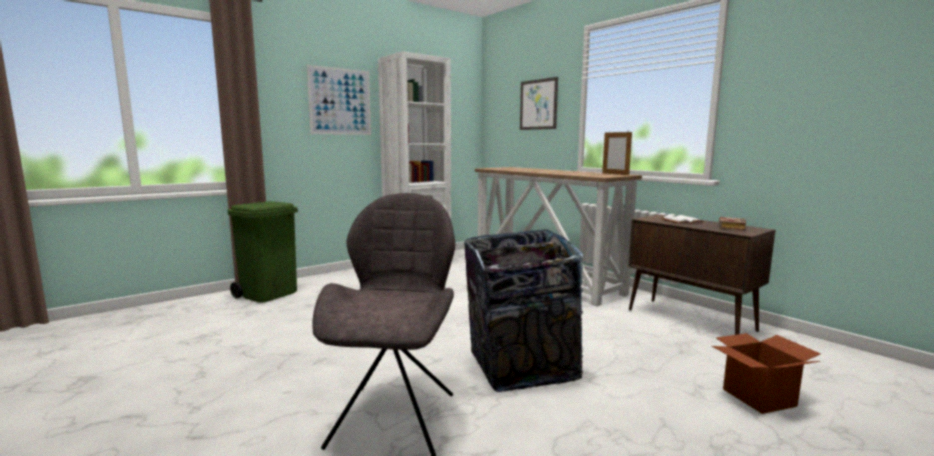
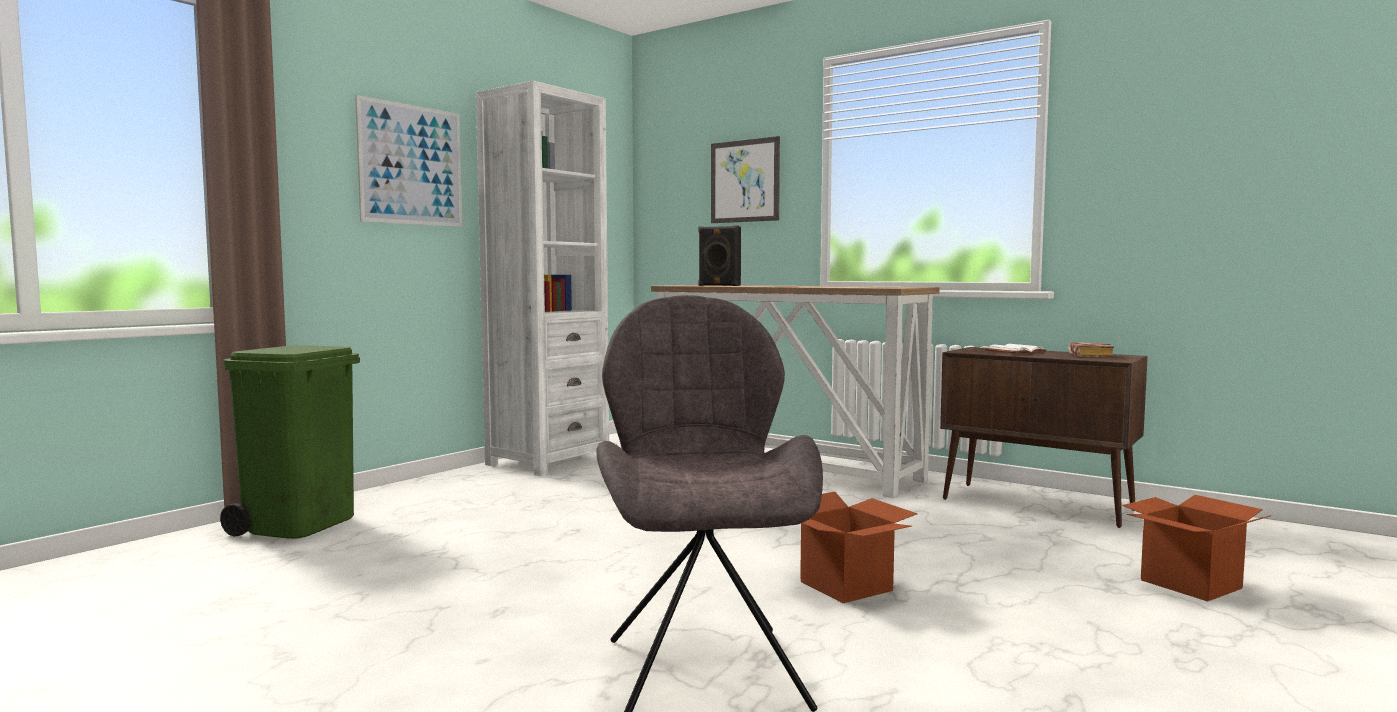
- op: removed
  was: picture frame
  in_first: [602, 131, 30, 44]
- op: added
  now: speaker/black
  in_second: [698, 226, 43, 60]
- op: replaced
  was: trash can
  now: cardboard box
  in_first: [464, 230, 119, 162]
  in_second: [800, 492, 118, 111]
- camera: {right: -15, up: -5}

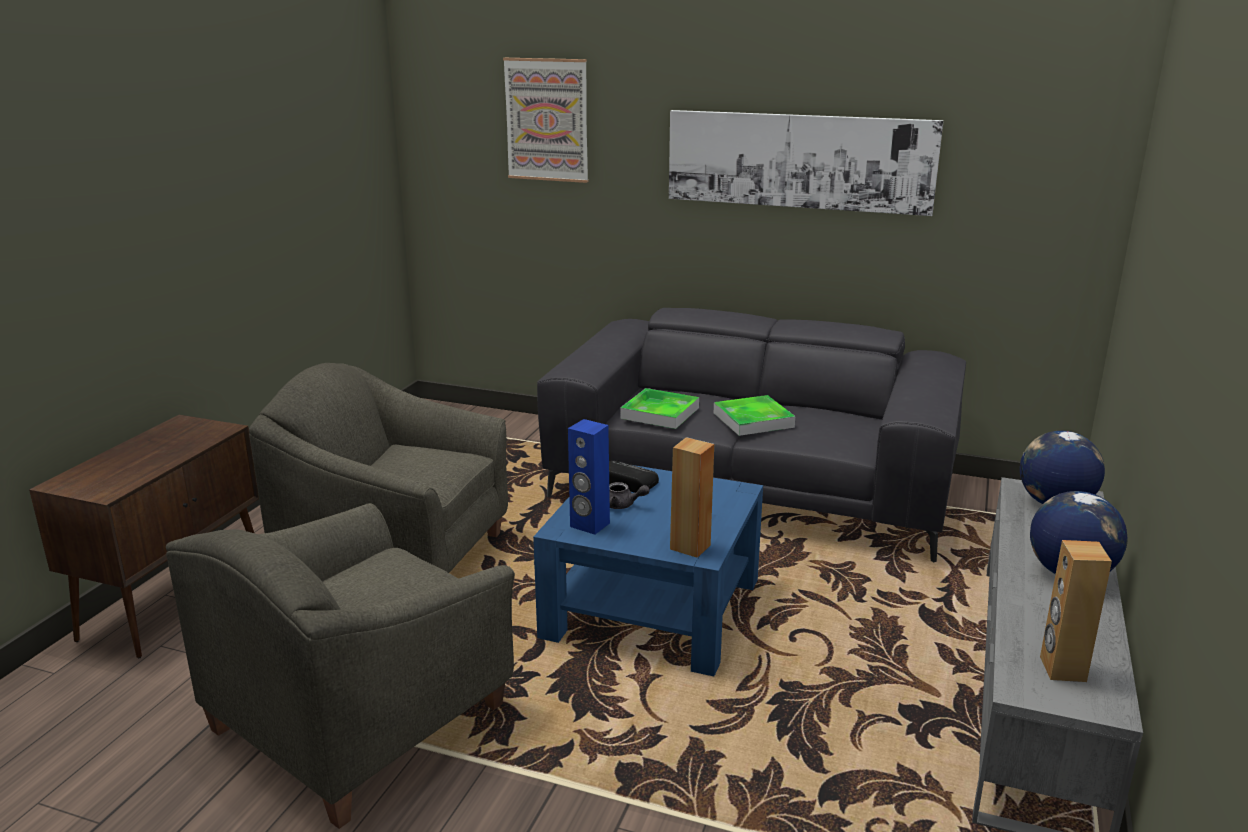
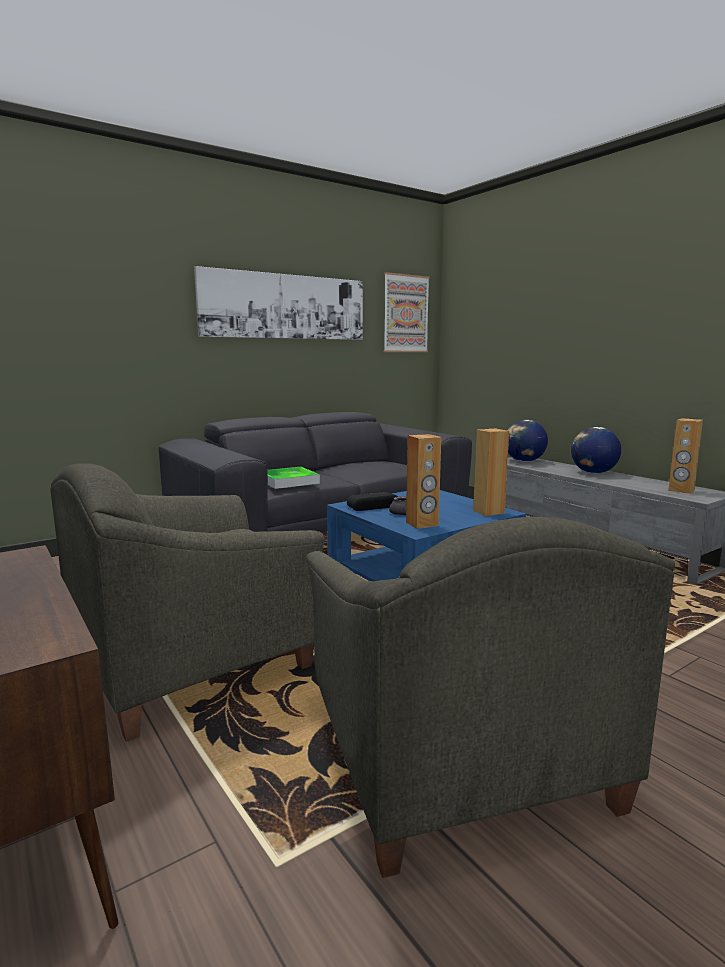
- op: removed
  was: tray
  in_first: [714, 395, 81, 41]
- op: moved
  was: picture
  in_first: [503, 58, 85, 125]
  in_second: [384, 272, 46, 80]
- op: recoloured
  was: speaker/blue
  now: speaker/brown
  in_first: [568, 419, 42, 116]
  in_second: [406, 434, 35, 95]
- camera: {right: -55, up: -10}

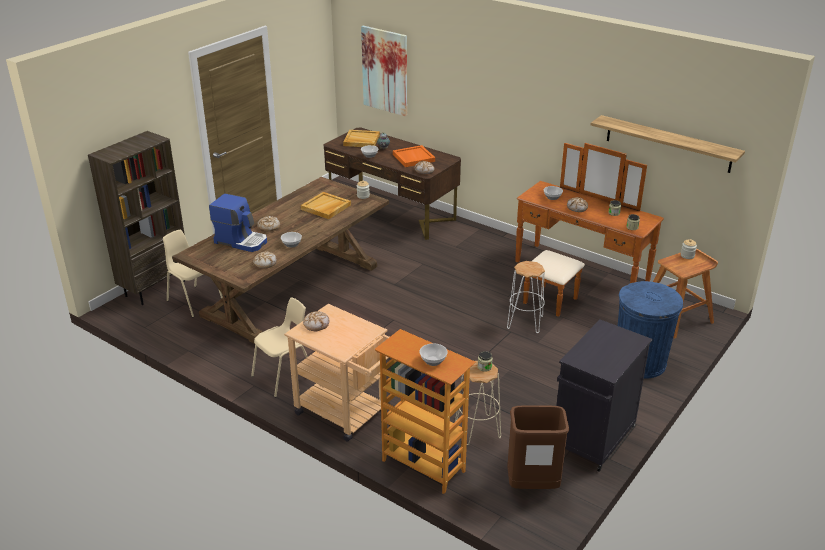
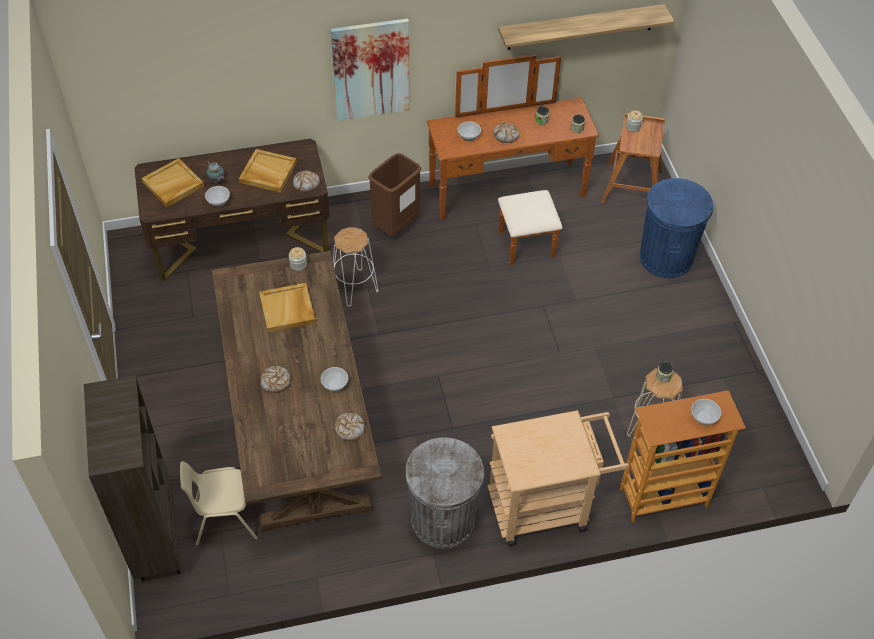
- op: removed
  was: coffee machine
  in_first: [209, 193, 58, 59]
- op: removed
  was: bread
  in_first: [303, 311, 26, 21]
- op: removed
  was: cabinet/black
  in_first: [556, 320, 96, 152]
- op: moved
  was: picture
  in_first: [361, 26, 46, 90]
  in_second: [331, 18, 79, 103]
- op: moved
  was: stool/white
  in_first: [507, 261, 38, 72]
  in_second: [333, 227, 45, 80]
- op: moved
  was: trash can/brown
  in_first: [507, 406, 62, 83]
  in_second: [368, 153, 53, 83]
- op: replaced
  was: chair/beige
  now: trash can/grey
  in_first: [251, 297, 57, 100]
  in_second: [406, 437, 78, 111]
- op: recoloured
  was: tray/orange
  now: tray/beige
  in_first: [393, 145, 42, 22]
  in_second: [239, 149, 58, 44]
- camera: {right: -50, up: 20}

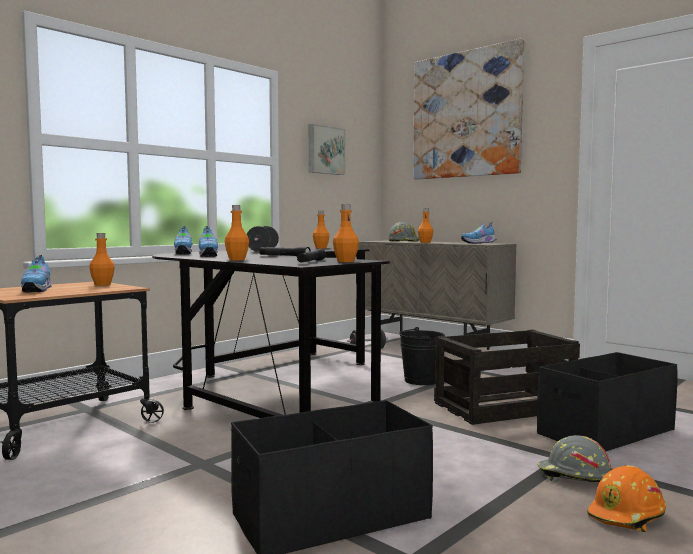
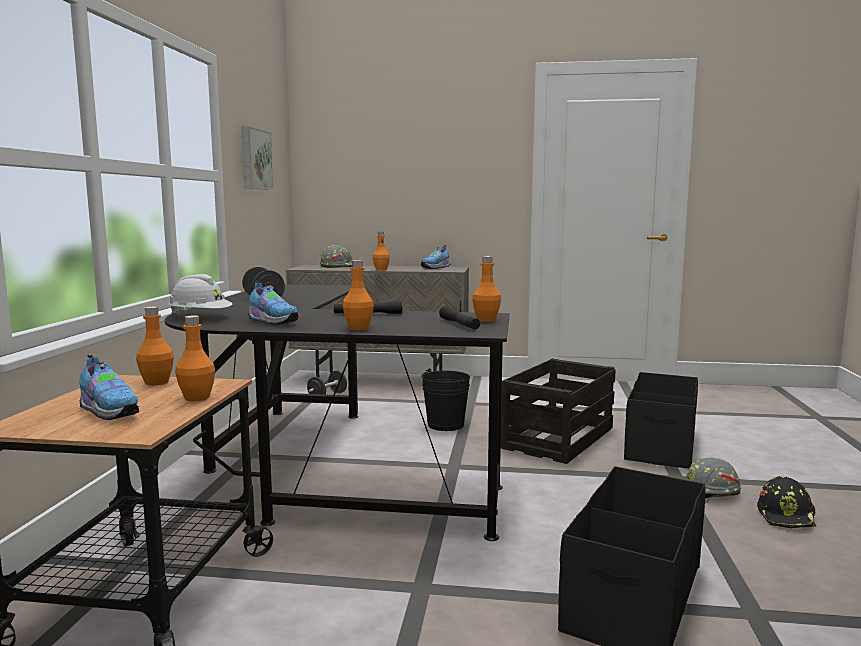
- op: removed
  was: picture
  in_first: [413, 38, 112, 142]
- op: moved
  was: bottle/orange
  in_first: [313, 211, 17, 38]
  in_second: [175, 315, 40, 87]
- op: replaced
  was: shoe
  now: hard hat/white
  in_first: [174, 226, 18, 28]
  in_second: [169, 274, 63, 42]
- op: recoloured
  was: hard hat/orange
  now: hard hat/black
  in_first: [587, 465, 79, 67]
  in_second: [757, 476, 59, 52]
- camera: {right: -35, up: 5}

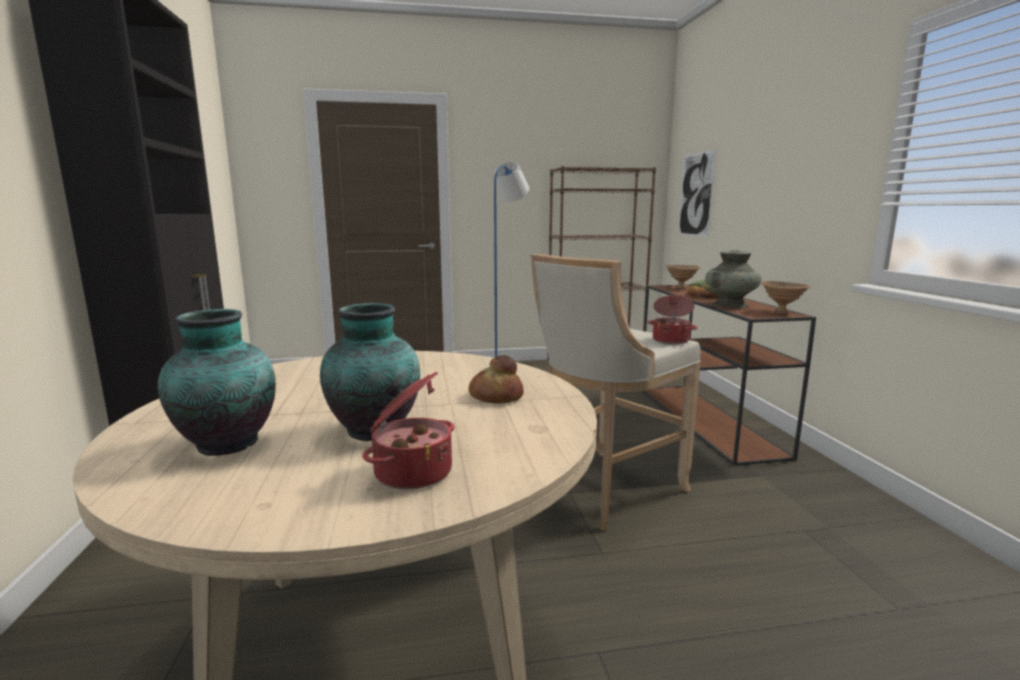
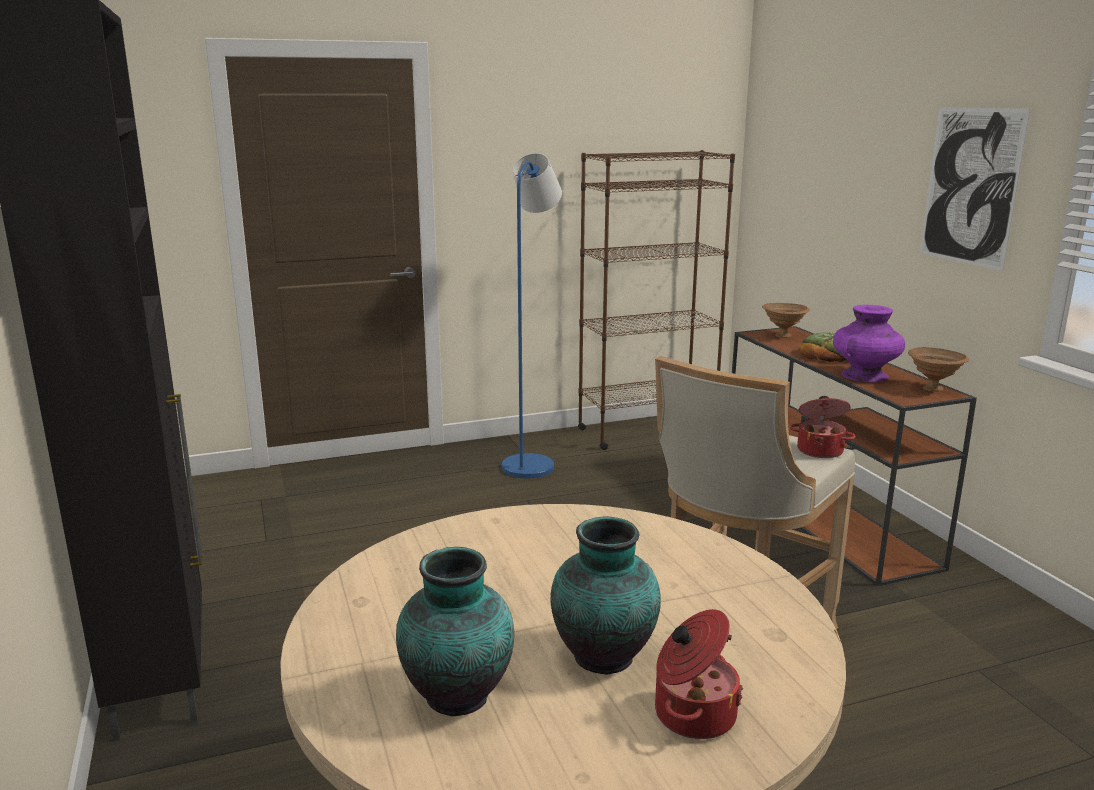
- op: removed
  was: bread
  in_first: [469, 355, 55, 49]
- op: moved
  was: picture
  in_first: [678, 149, 38, 88]
  in_second: [920, 107, 110, 164]
- op: recoloured
  was: vase/turquoise
  now: vase/purple
  in_first: [705, 250, 57, 58]
  in_second: [833, 305, 72, 77]
- camera: {right: -10, up: 5}

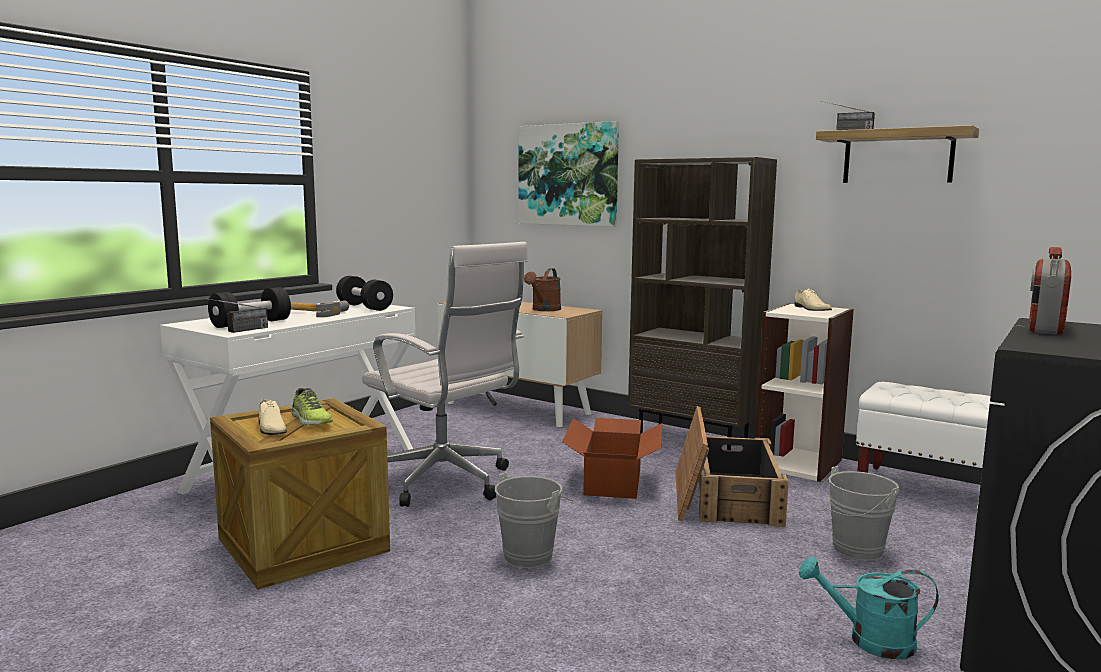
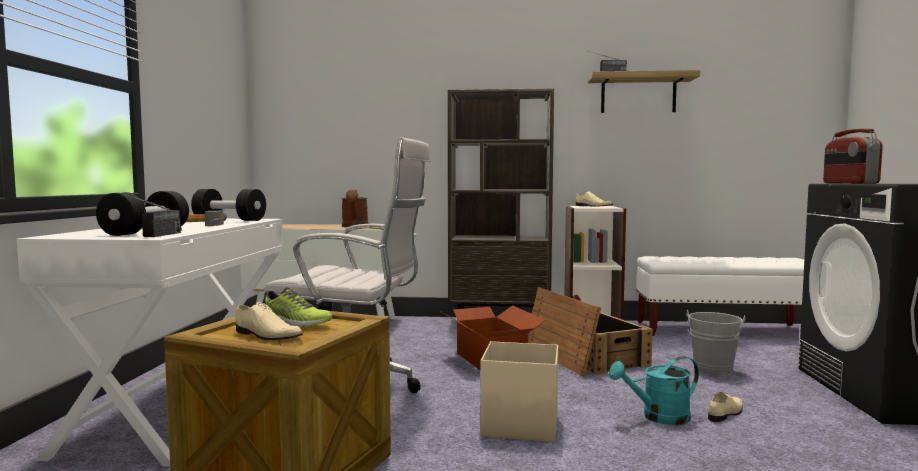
- op: removed
  was: picture
  in_first: [519, 121, 100, 106]
- op: added
  now: shoe/beige
  in_second: [708, 392, 35, 30]
- op: moved
  was: watering can/turquoise
  in_first: [799, 556, 140, 103]
  in_second: [609, 356, 90, 69]
- op: replaced
  was: bucket/grey
  now: storage box/beige
  in_first: [495, 472, 77, 96]
  in_second: [480, 341, 78, 101]
- camera: {right: -30, up: -5}

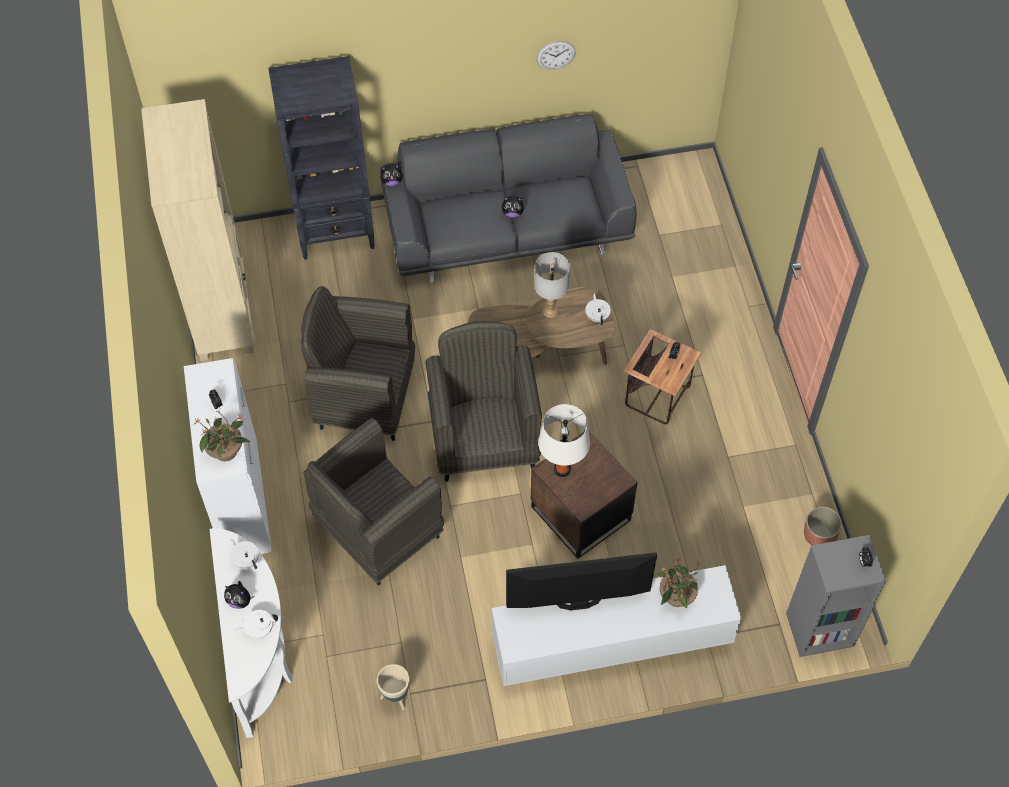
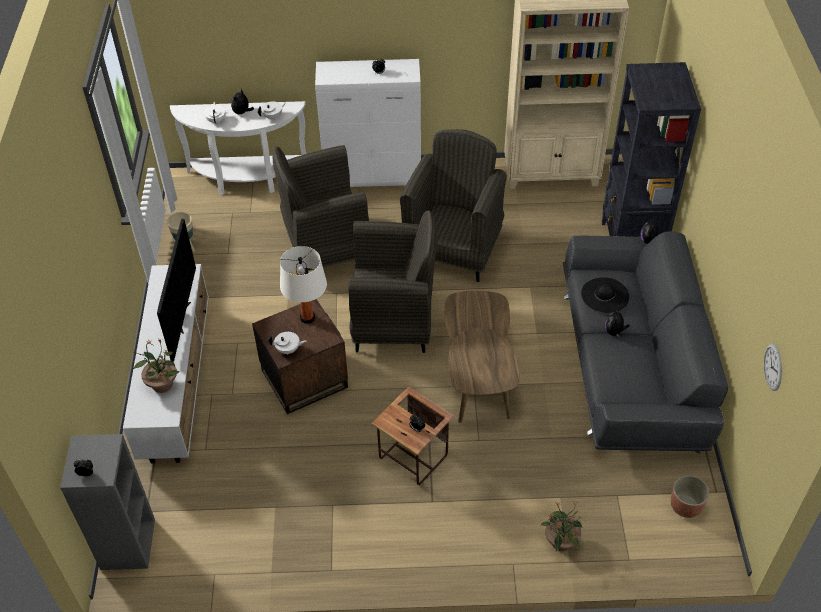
- op: removed
  was: table lamp/grey
  in_first: [535, 252, 35, 66]
- op: added
  now: hat/black
  in_second: [581, 277, 48, 36]
- op: moved
  was: potted plant
  in_first: [194, 410, 57, 51]
  in_second: [540, 501, 42, 50]
- op: moved
  was: wall clock
  in_first: [536, 41, 40, 29]
  in_second: [764, 343, 18, 48]
- op: moved
  was: teapot/white
  in_first: [585, 294, 26, 31]
  in_second: [269, 332, 37, 23]
- op: moved
  was: planter
  in_first: [804, 507, 38, 38]
  in_second: [671, 475, 38, 43]
- op: turned
  was: armchair/grey
  in_first: [303, 418, 141, 167]
  in_second: [273, 145, 96, 129]
  clockwise: -75
- camera: {right: 100, up: -10}

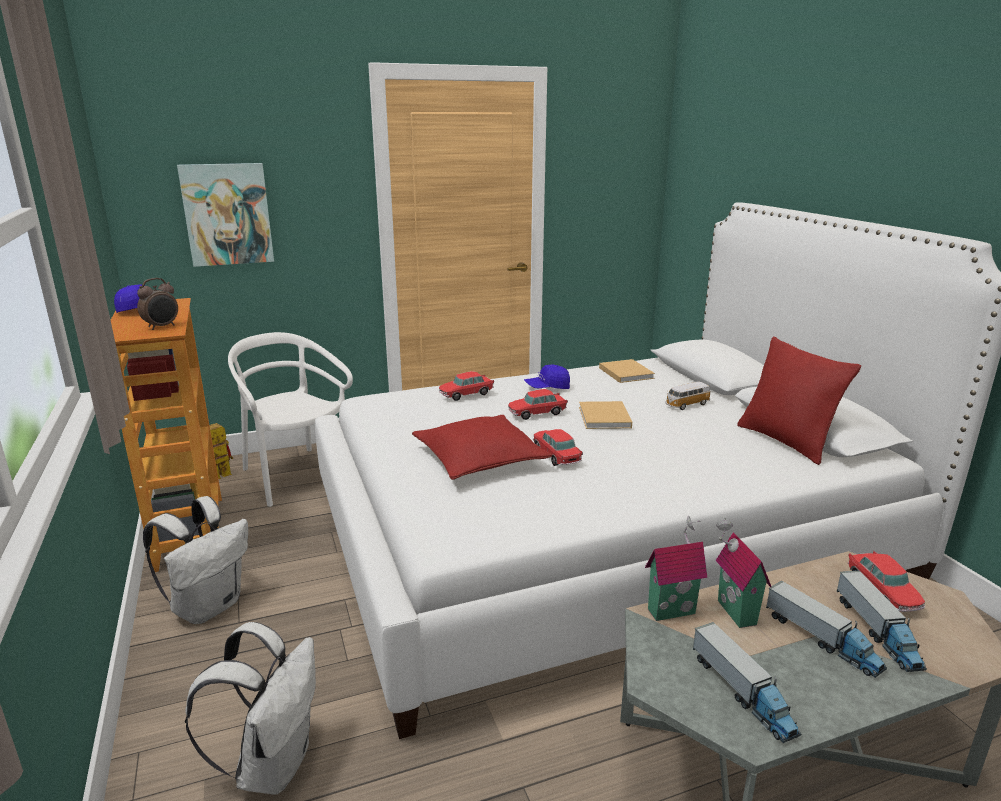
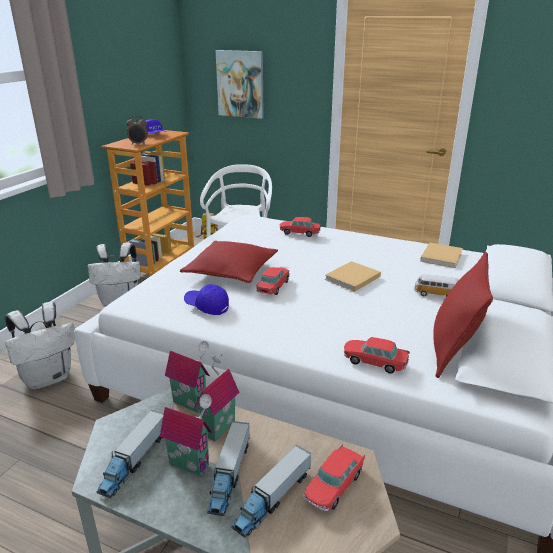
- op: added
  now: toy house
  in_second: [160, 394, 53, 82]
- op: moved
  was: toy car
  in_first: [508, 389, 60, 31]
  in_second: [344, 337, 66, 37]
- op: moved
  was: cap/blue
  in_first: [524, 365, 46, 24]
  in_second: [184, 284, 45, 31]
- camera: {right: 45, up: 5}

